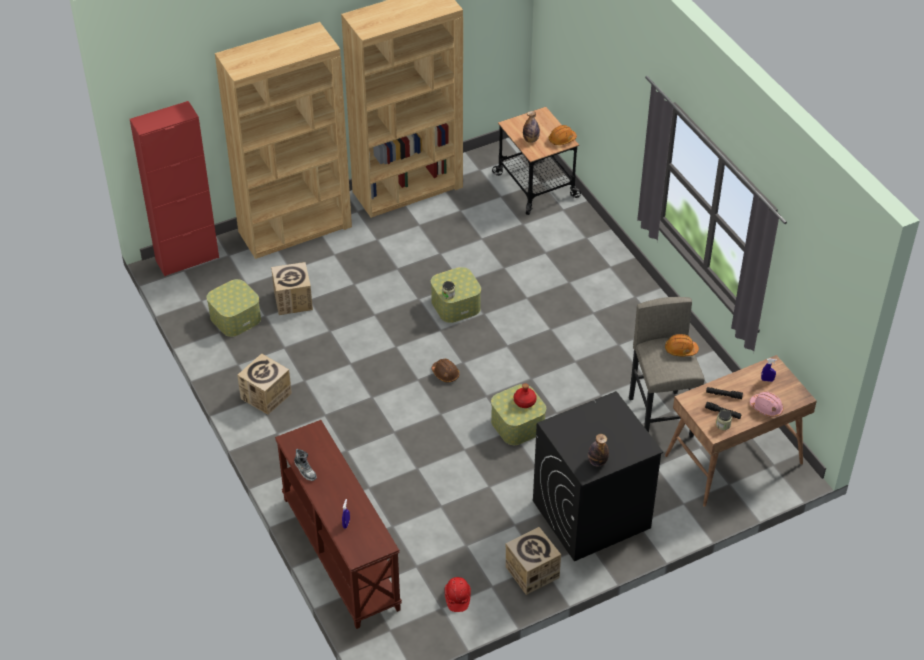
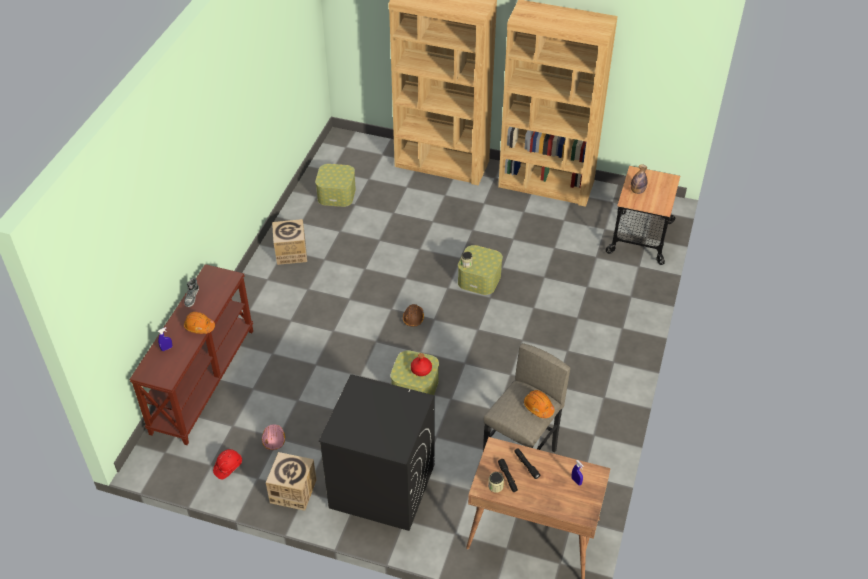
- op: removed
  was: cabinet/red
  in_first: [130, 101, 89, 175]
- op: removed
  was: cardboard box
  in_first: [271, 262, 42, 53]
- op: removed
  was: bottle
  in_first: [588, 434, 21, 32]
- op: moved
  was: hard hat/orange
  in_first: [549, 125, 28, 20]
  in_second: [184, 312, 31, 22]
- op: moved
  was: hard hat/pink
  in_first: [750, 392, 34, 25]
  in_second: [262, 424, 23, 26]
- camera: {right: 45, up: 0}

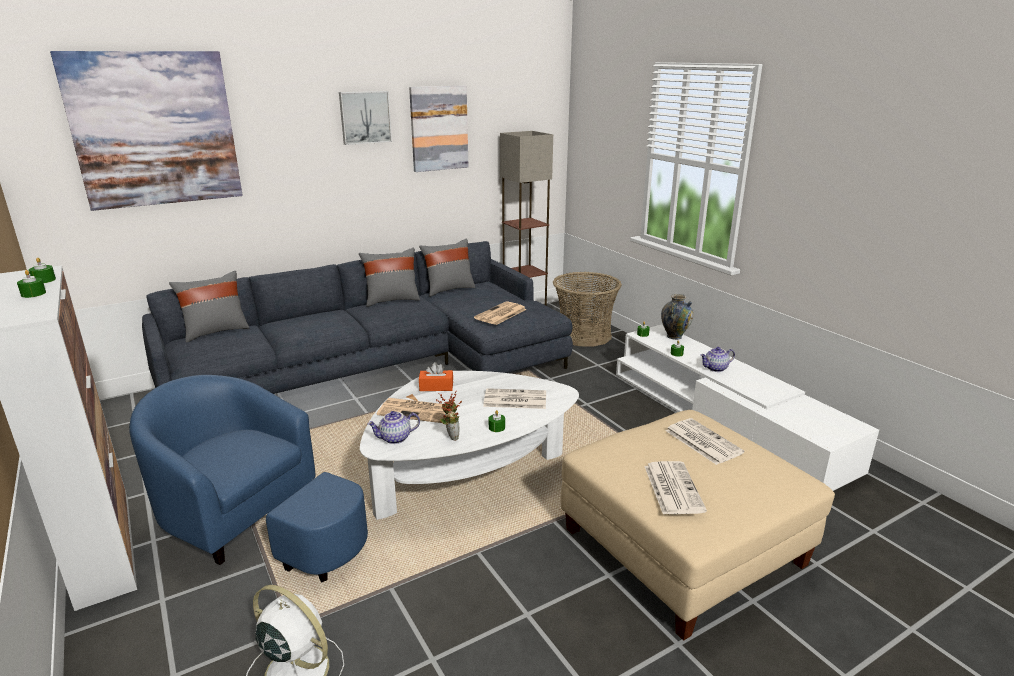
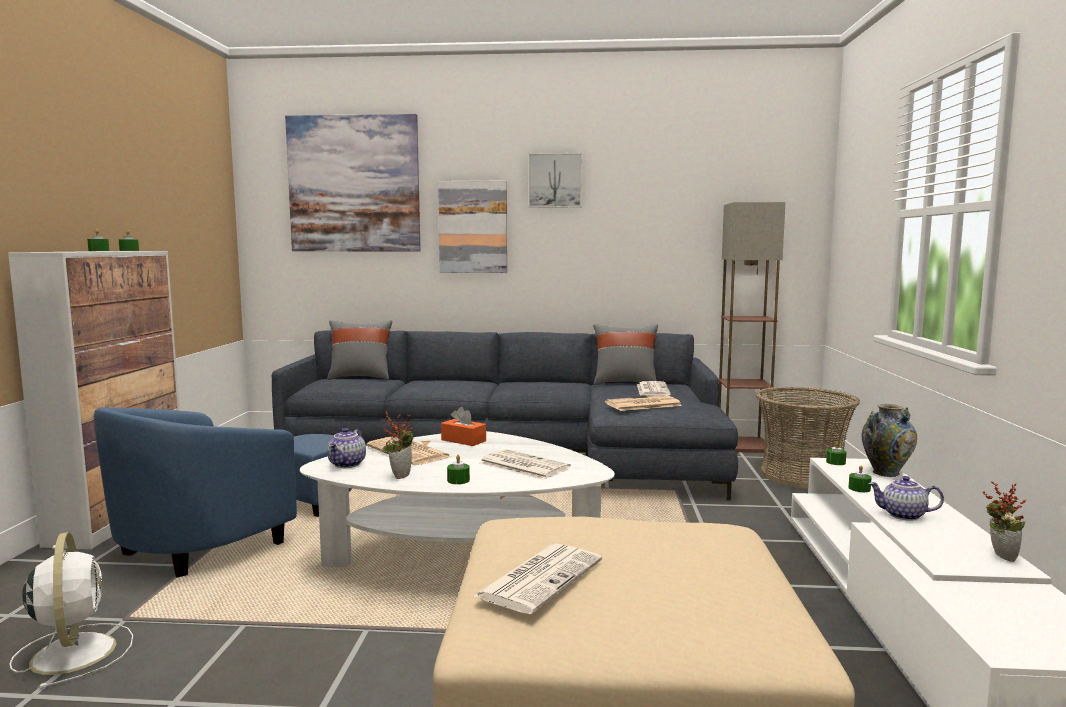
- op: removed
  was: pillow/grey
  in_first: [359, 248, 61, 59]
- op: added
  now: potted plant
  in_second: [983, 481, 43, 81]
- op: moved
  was: picture
  in_first: [409, 86, 59, 86]
  in_second: [438, 181, 69, 92]
- op: moved
  was: newspaper
  in_first: [665, 418, 79, 47]
  in_second: [637, 381, 34, 15]
- op: turned
  was: armchair/blue
  in_first: [129, 375, 239, 207]
  in_second: [94, 407, 258, 170]
  clockwise: -120
- op: turned
  was: teapot
  in_first: [367, 411, 53, 33]
  in_second: [327, 428, 39, 40]
  clockwise: -90
- camera: {right: 35, up: -15}

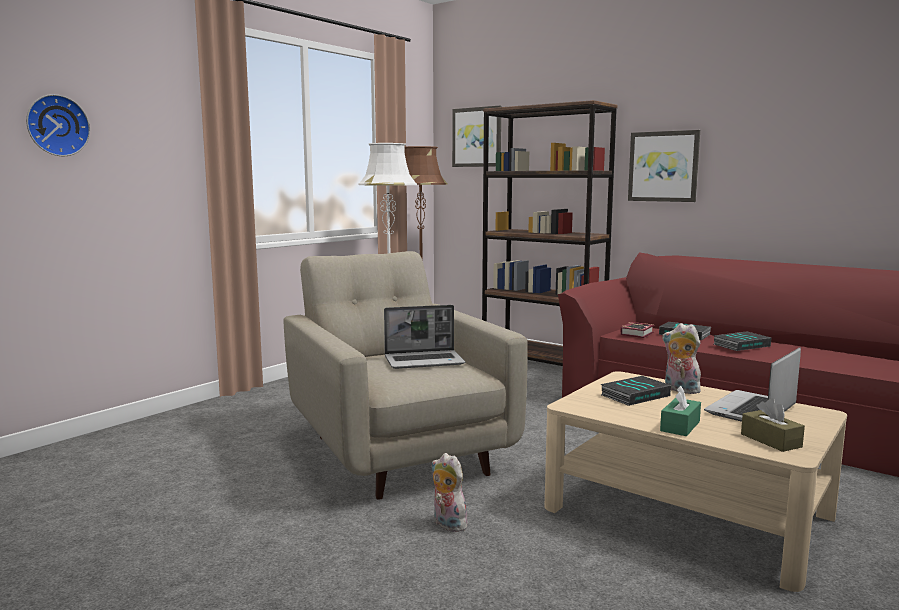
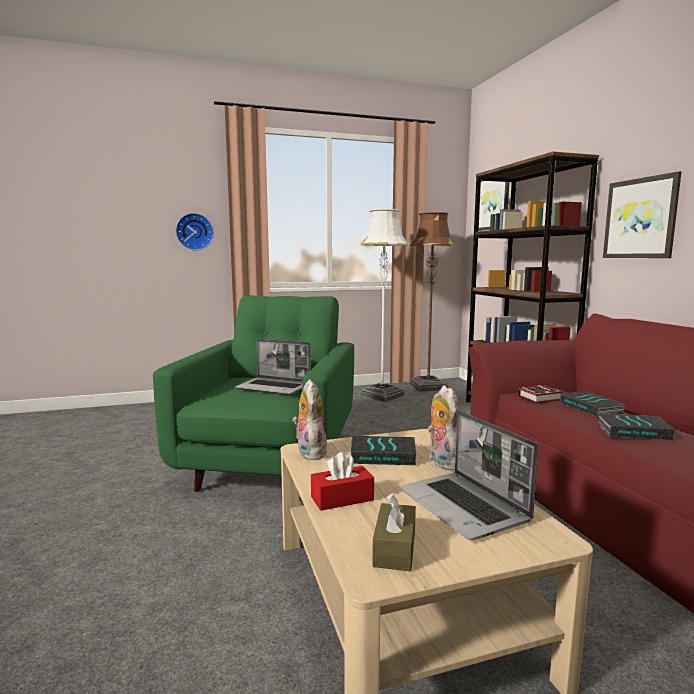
- op: moved
  was: wall clock
  in_first: [26, 94, 64, 62]
  in_second: [176, 213, 38, 38]
- op: moved
  was: plush toy
  in_first: [431, 453, 39, 79]
  in_second: [292, 379, 35, 81]
- op: recoloured
  was: armchair/beige
  now: armchair/green
  in_first: [283, 251, 245, 249]
  in_second: [153, 295, 201, 197]
- op: recoloured
  was: tissue box/green
  now: tissue box/red
  in_first: [660, 386, 41, 50]
  in_second: [311, 452, 63, 59]
- op: turned
  was: laptop
  in_first: [704, 347, 97, 75]
  in_second: [400, 411, 139, 129]
  clockwise: -105
- camera: {right: 35, up: 0}

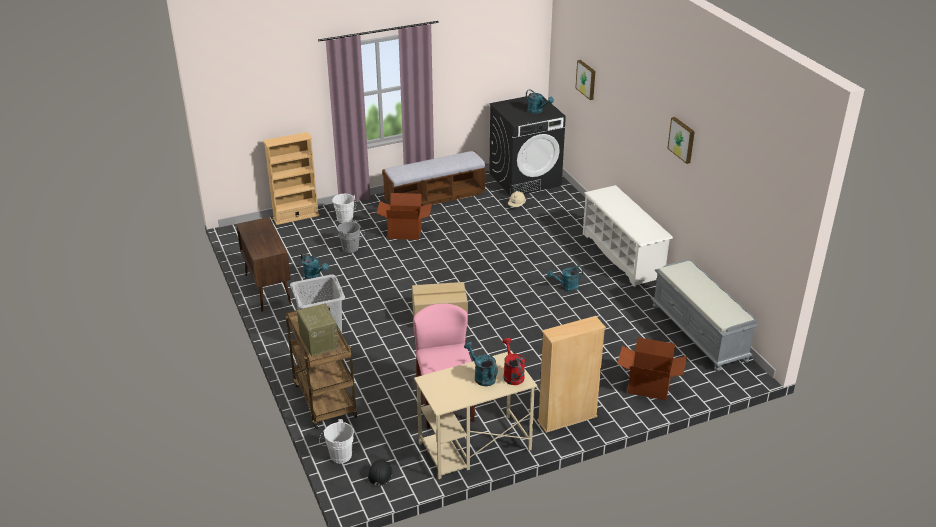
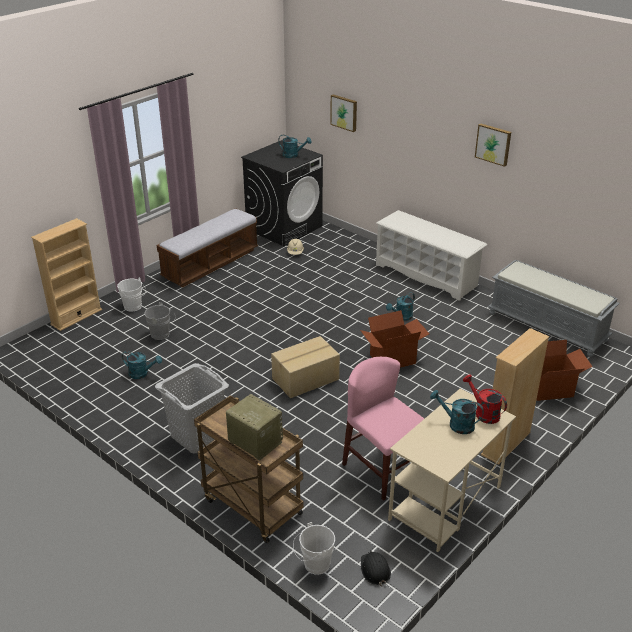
- op: removed
  was: cabinet/brown
  in_first: [236, 217, 56, 95]
- op: moved
  was: cardboard box
  in_first: [377, 193, 55, 47]
  in_second: [360, 310, 69, 58]
- camera: {right: -25, up: 0}

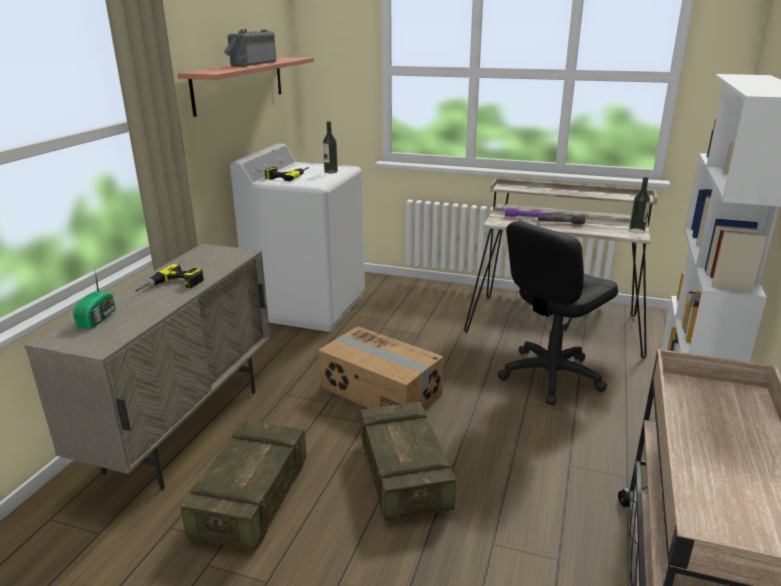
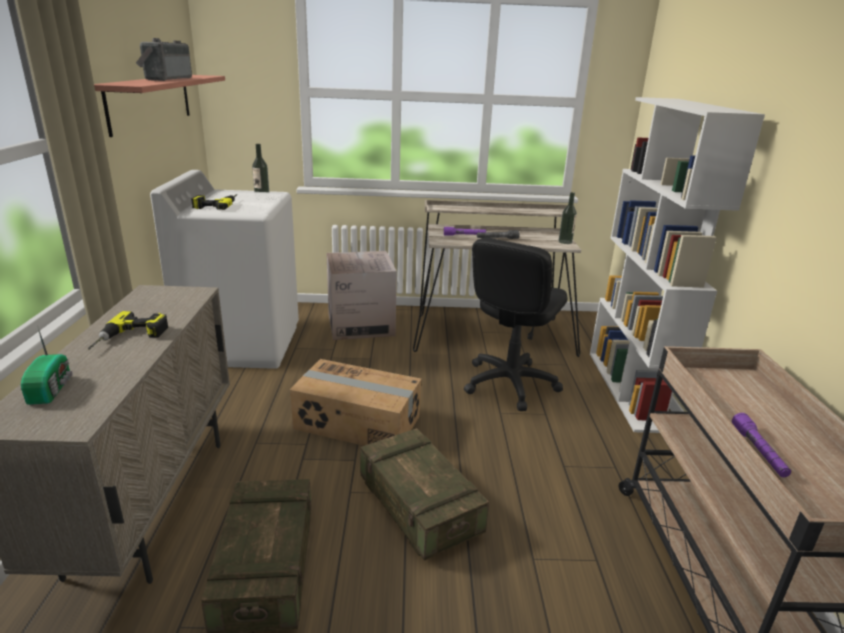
- op: added
  now: cardboard box
  in_second: [326, 251, 71, 89]
- op: added
  now: flashlight/purple
  in_second: [732, 413, 59, 64]
- camera: {right: -20, up: 0}

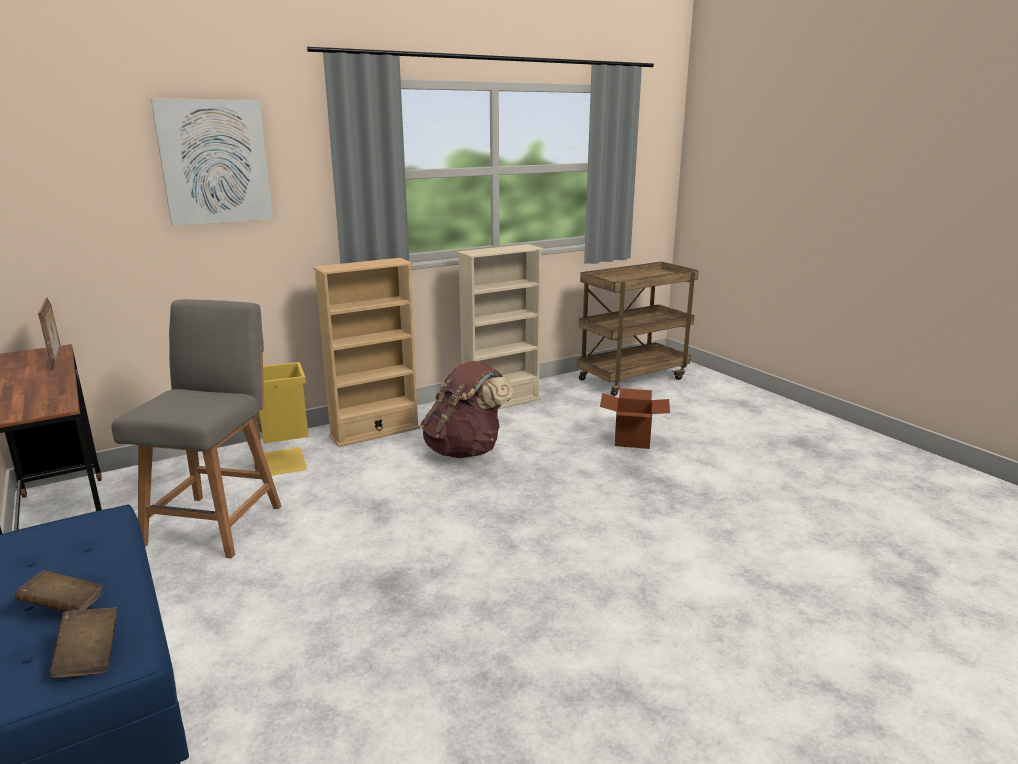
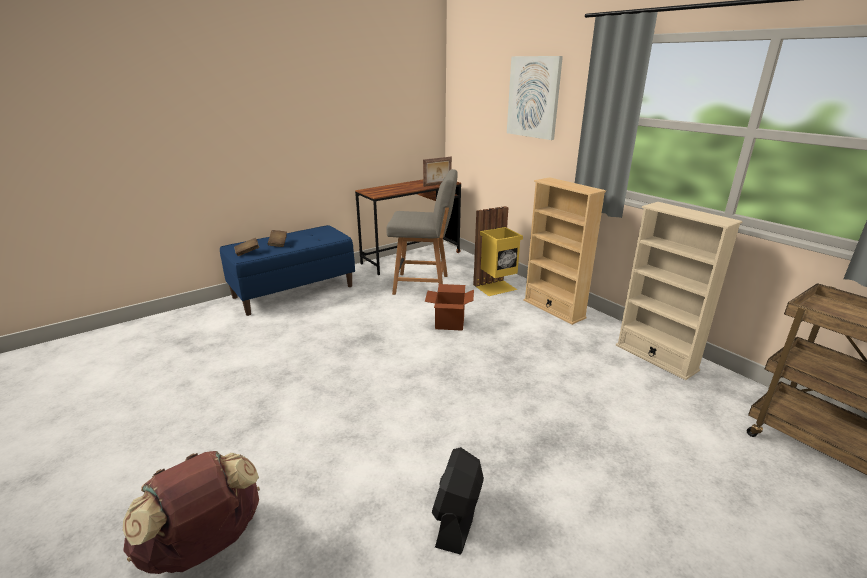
- op: added
  now: fan/black
  in_second: [432, 447, 52, 108]
- op: moved
  was: backpack/brown
  in_first: [421, 361, 92, 97]
  in_second: [123, 451, 137, 123]
- op: moved
  was: cardboard box
  in_first: [600, 388, 70, 61]
  in_second: [425, 284, 49, 47]
- camera: {right: 85, up: 5}

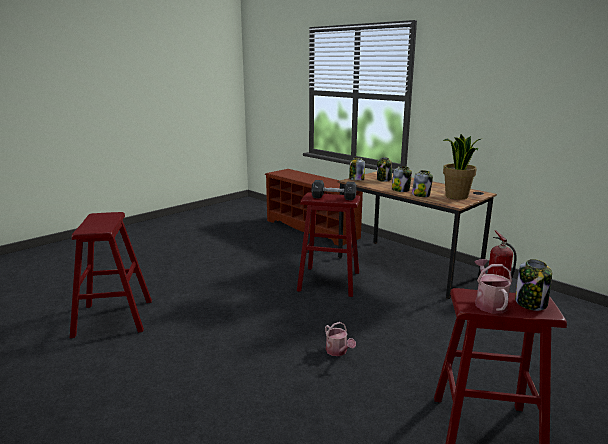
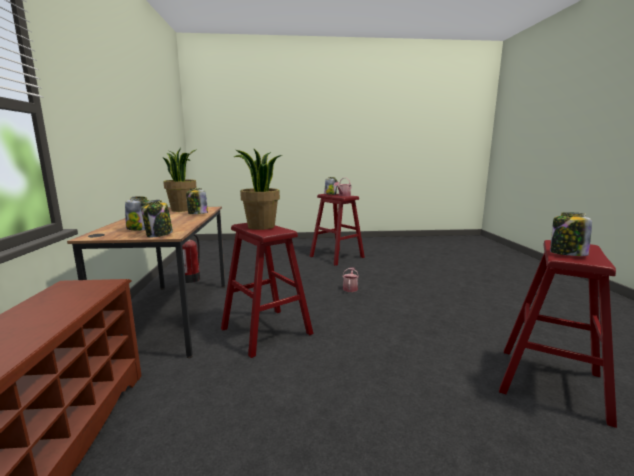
- op: moved
  was: jar
  in_first: [391, 166, 21, 26]
  in_second: [550, 212, 42, 44]
- op: replaced
  was: dumbbell/black
  now: potted plant
  in_first: [311, 180, 46, 20]
  in_second: [234, 149, 48, 81]
- camera: {right: -140, up: -5}

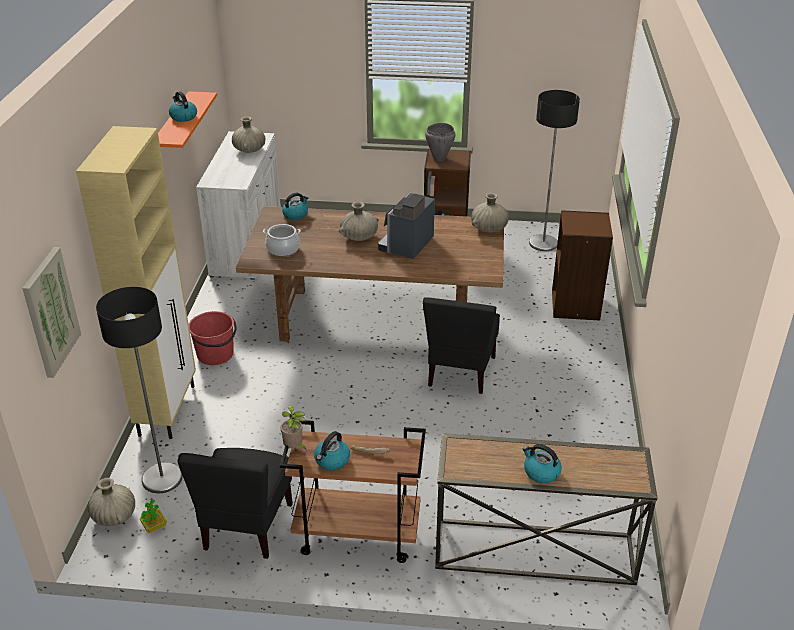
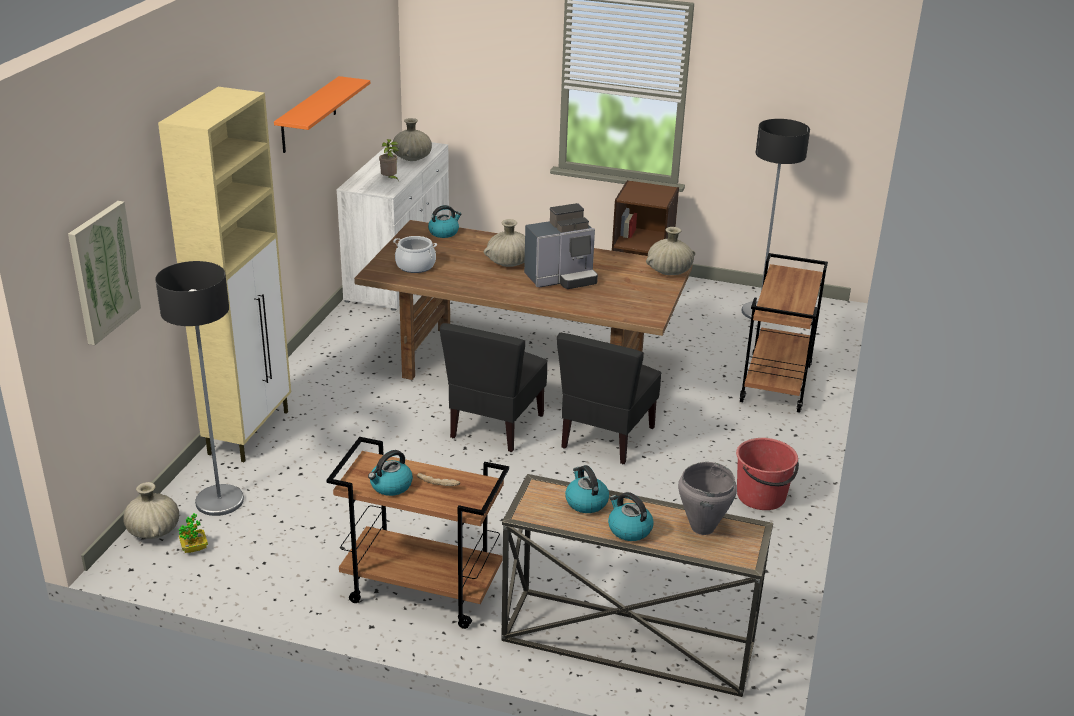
- op: moved
  was: kettle
  in_first: [169, 91, 28, 31]
  in_second: [565, 465, 44, 48]
- op: moved
  was: chair/black
  in_first: [178, 448, 115, 111]
  in_second: [440, 323, 108, 129]
- op: moved
  was: bucket/red
  in_first: [189, 311, 47, 54]
  in_second: [736, 438, 63, 72]
- op: moved
  was: potted plant
  in_first: [280, 405, 26, 44]
  in_second: [379, 139, 20, 42]
- op: moved
  was: cooking pot/grey
  in_first: [425, 123, 30, 38]
  in_second: [678, 462, 59, 73]
- op: replaced
  was: bookcase/brown
  now: cart/brown
  in_first: [552, 210, 61, 111]
  in_second: [740, 253, 88, 160]
- op: turned
  was: coffee machine
  in_first: [378, 192, 57, 67]
  in_second: [524, 203, 74, 86]
  clockwise: -150
- camera: {right: 10, up: -5}

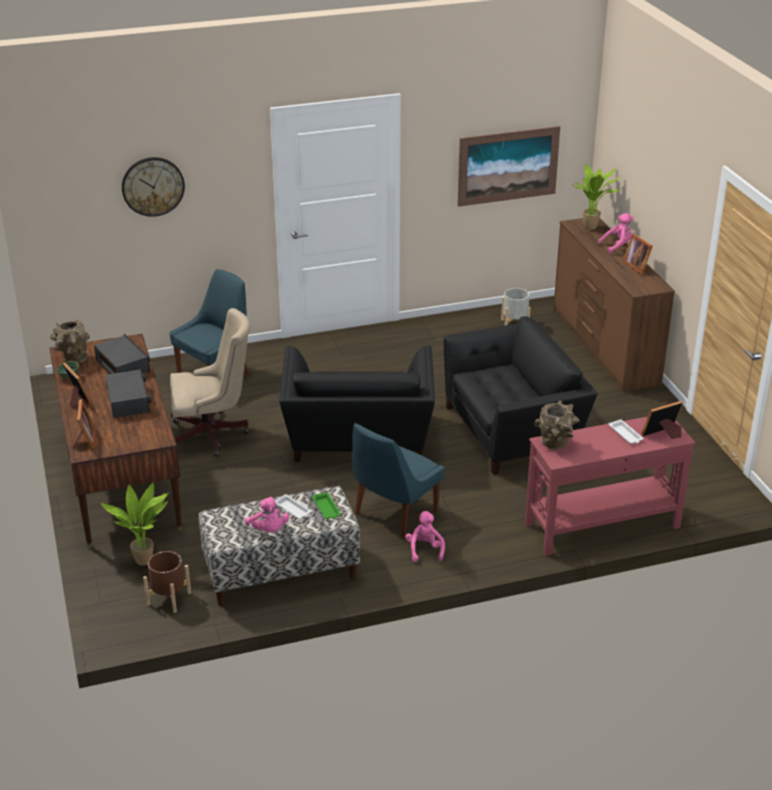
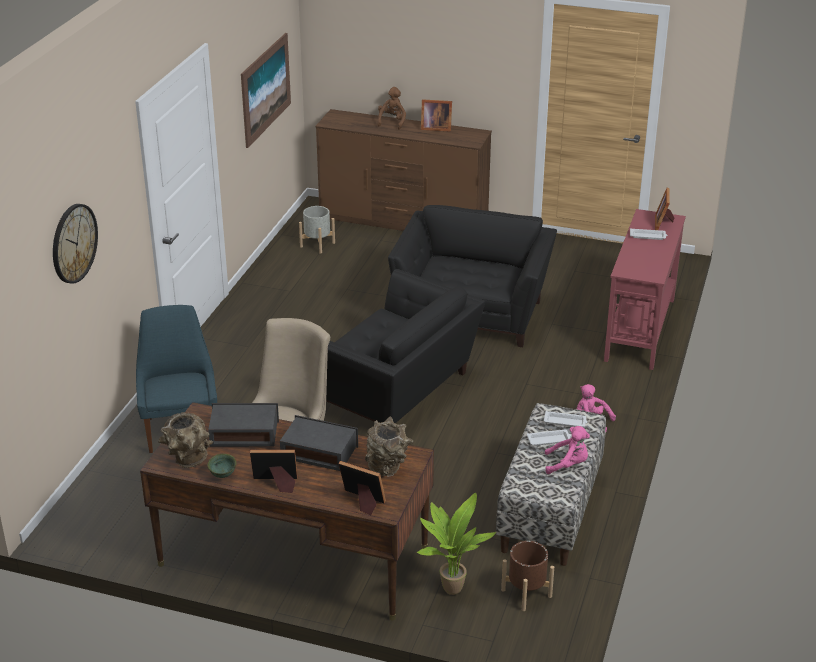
- op: removed
  was: chair/blue
  in_first: [352, 423, 92, 115]
- op: removed
  was: potted plant
  in_first: [573, 163, 48, 67]
- op: moved
  was: vase/brown
  in_first: [534, 401, 46, 49]
  in_second: [365, 417, 48, 60]
- op: recoloured
  was: tray/green
  now: tray/white
  in_first: [312, 492, 29, 27]
  in_second: [544, 411, 44, 16]
- op: recoloured
  was: plush toy/pink
  now: plush toy/brown
  in_first: [598, 213, 36, 41]
  in_second: [377, 87, 29, 43]
- camera: {right: -55, up: 0}

